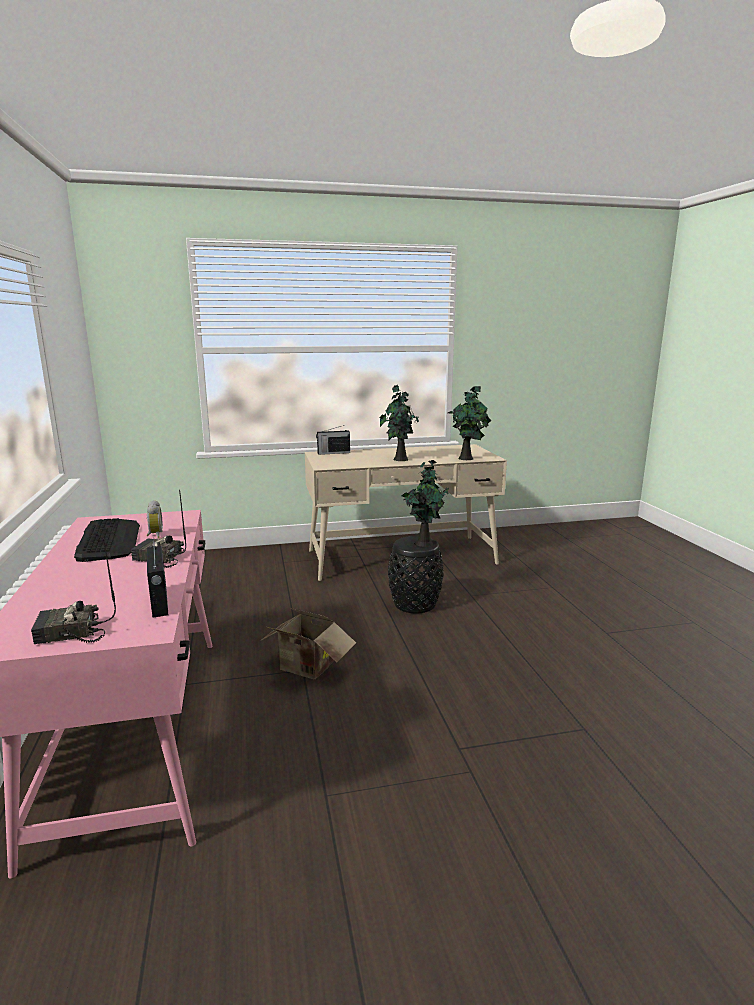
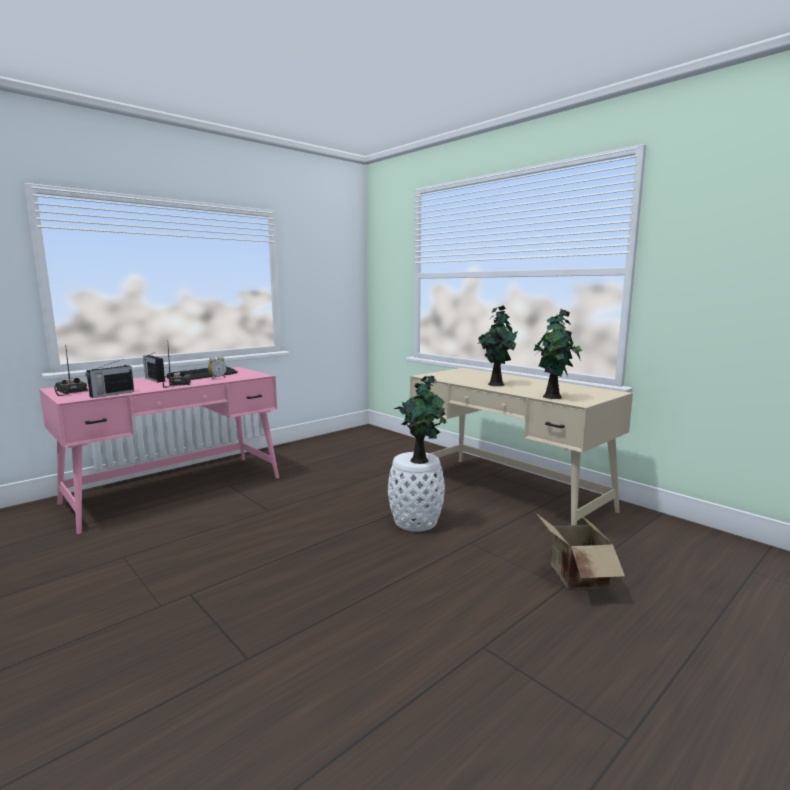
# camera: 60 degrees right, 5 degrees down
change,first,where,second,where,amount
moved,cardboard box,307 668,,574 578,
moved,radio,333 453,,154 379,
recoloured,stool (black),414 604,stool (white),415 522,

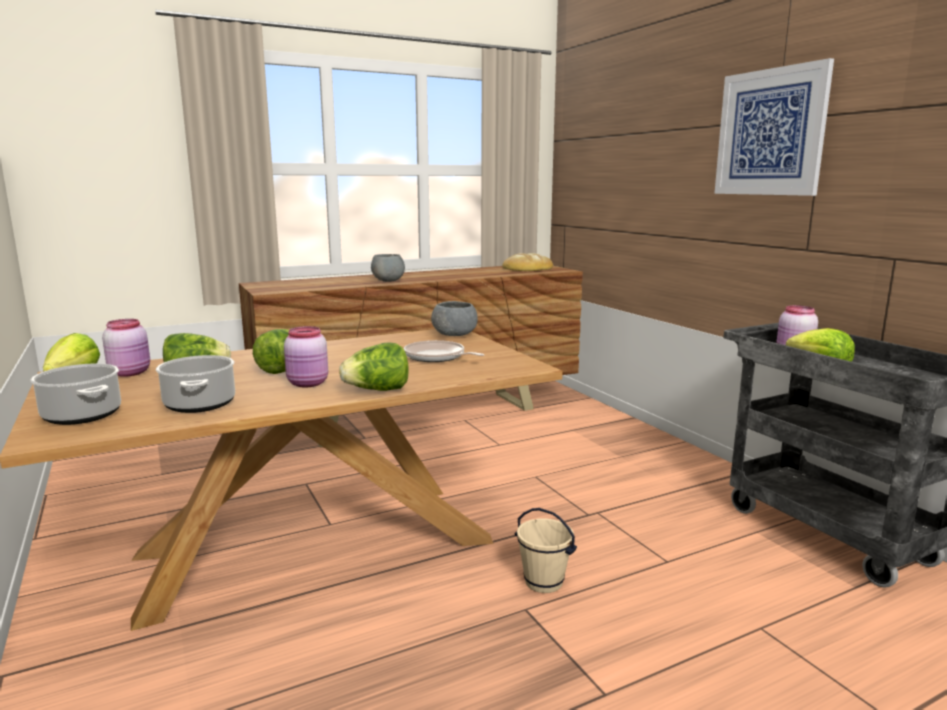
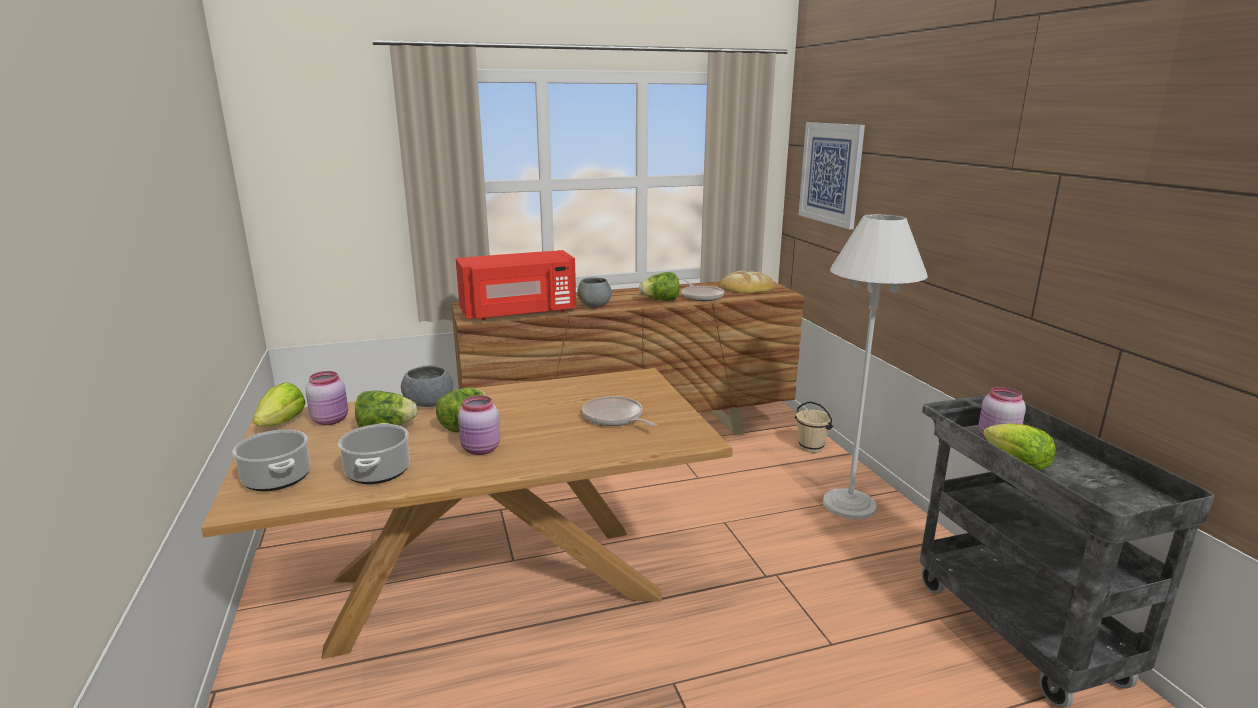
# camera: 10 degrees right, 5 degrees up
change,first,where,second,where,amount
added,,,microwave (red),519 312,
added,,,frying pan,701 296,
added,,,floor lamp (white),849 505,
moved,lettuce,377 390,,660 300,
moved,bowl (grey),454 335,,429 403,
moved,bucket (beige),544 582,,811 447,
moved,picture,770 132,,831 173,

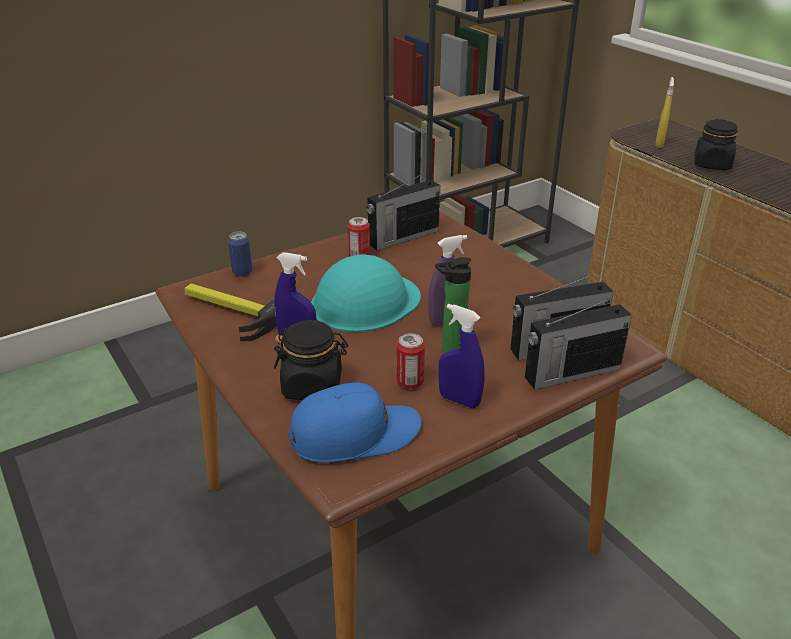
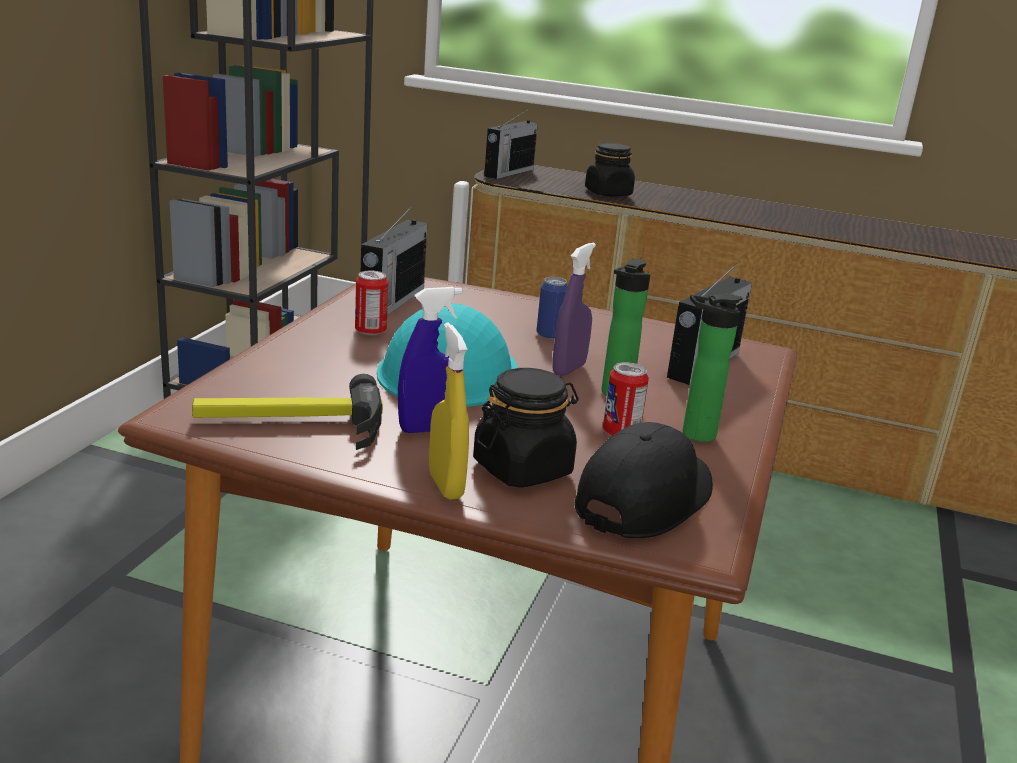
# camera: 40 degrees left, 10 degrees down
change,first,where,second,where,amount
moved,can,242 272,,549 335,
moved,radio,570 373,,508 173,
moved,spray bottle (yellow),659 144,,445 485,
replaced,spray bottle (blue),459 400,bottle,693 434,
recoloured,cap (blue),355 434,cap (black),645 498,

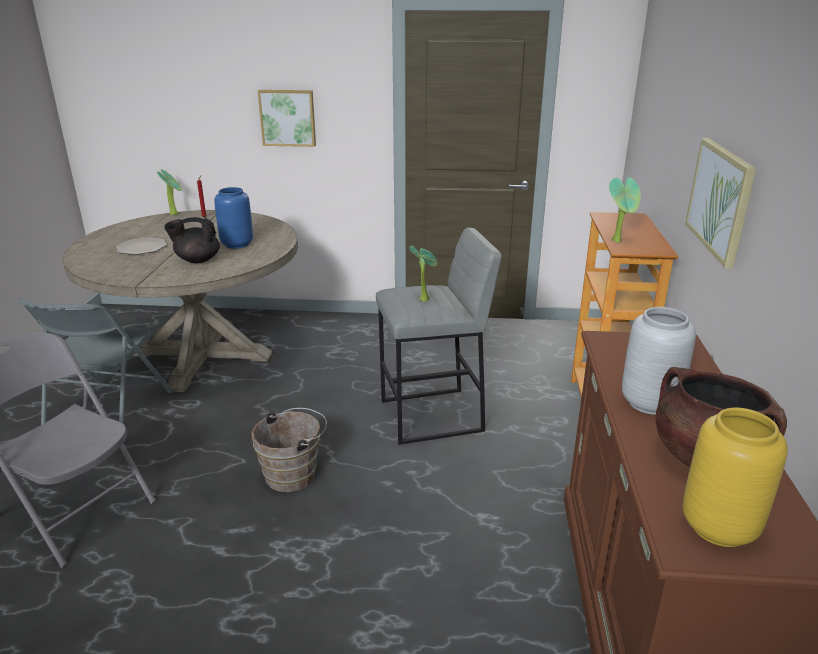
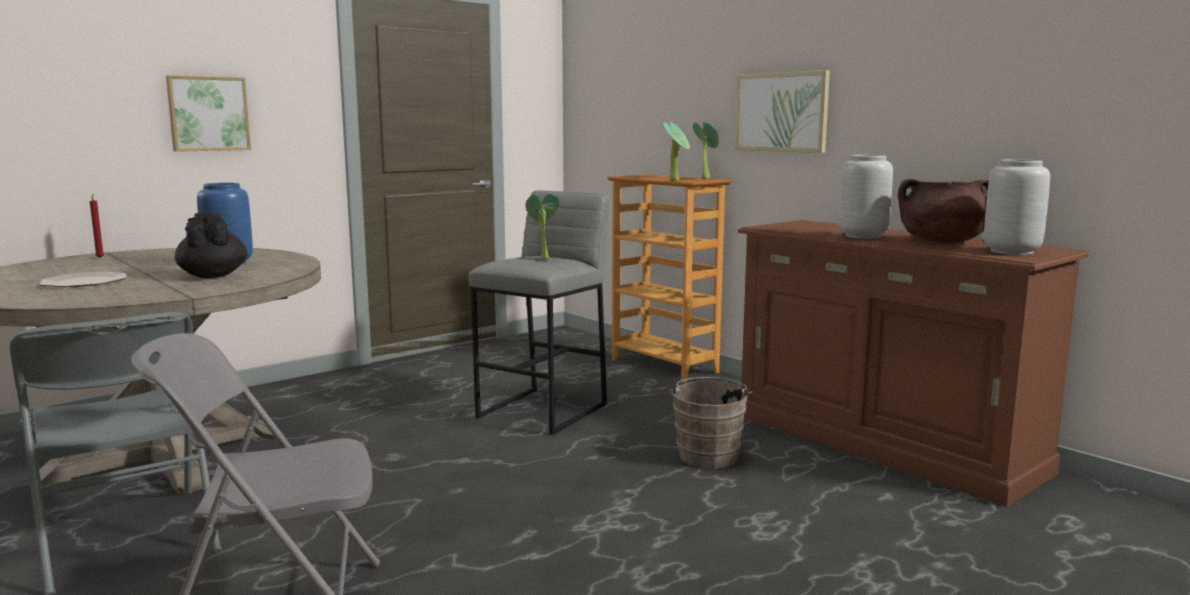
# camera: 45 degrees left, 15 degrees down
change,first,where,second,where,amount
moved,potted plant,175 214,,705 178,
moved,bucket (brown),294 474,,708 454,
recoloured,vase (yellow),719 527,vase (grey),1011 252,
turned,teapot (black),197 260,,213 276,120 degrees clockwise

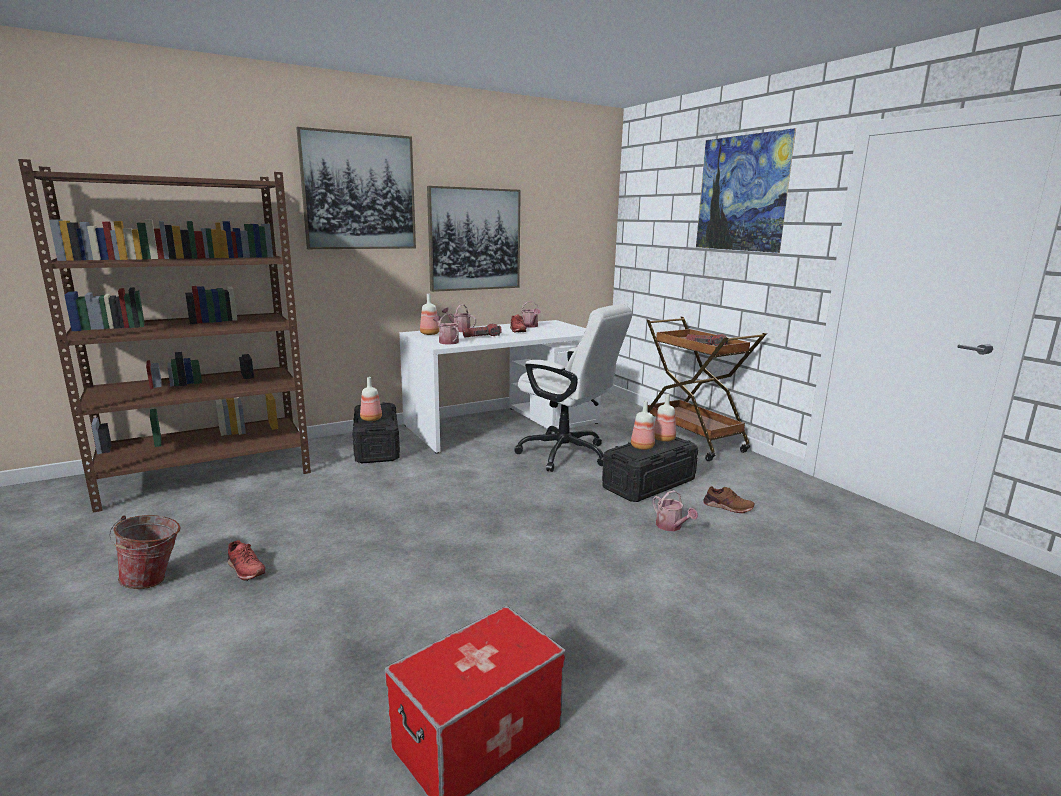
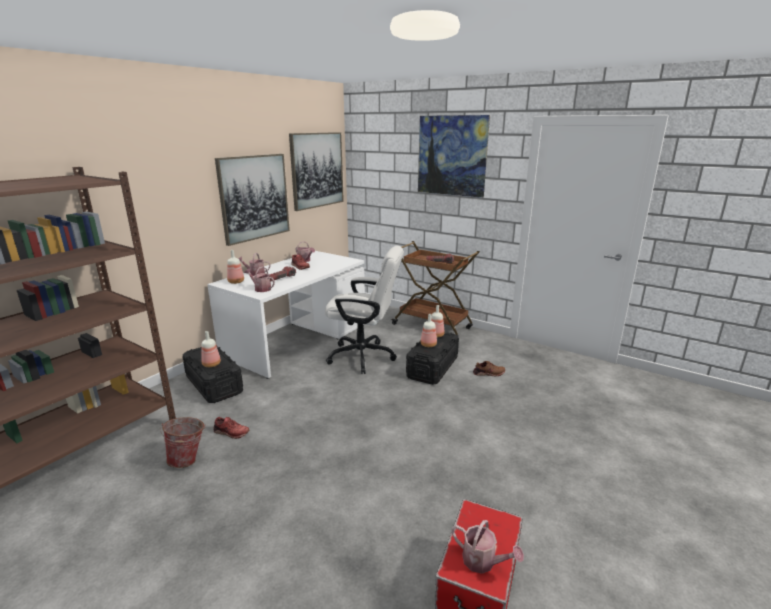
# camera: 25 degrees left, 5 degrees up
change,first,where,second,where,amount
moved,bucket,154 581,,189 459,
moved,shoe (red),245 569,,231 432,
moved,picture,359 192,,317 170,
moved,watering can,671 527,,483 561,

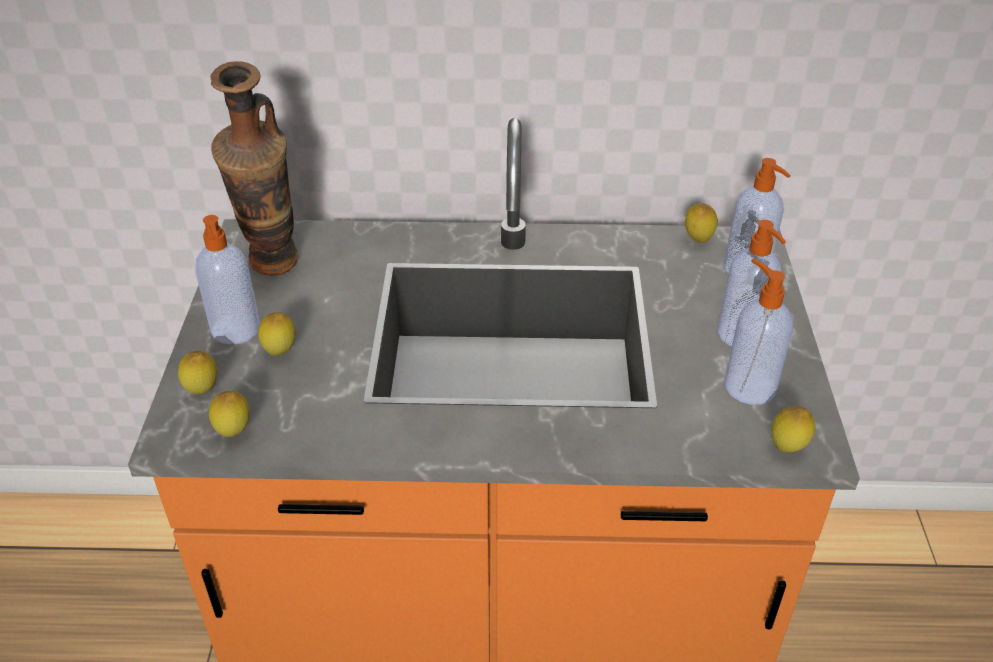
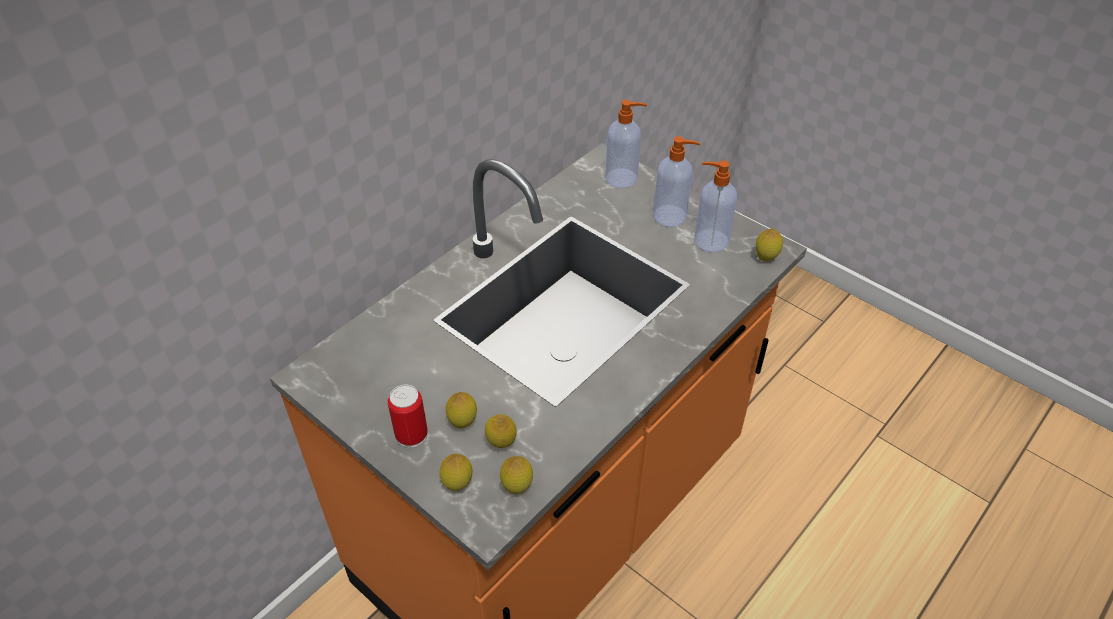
# camera: 50 degrees left, 5 degrees up
change,first,where,second,where,amount
removed,vase,274 272,,,
moved,lemon,698 240,,501 444,
replaced,soap dispenser,236 330,can,411 435,

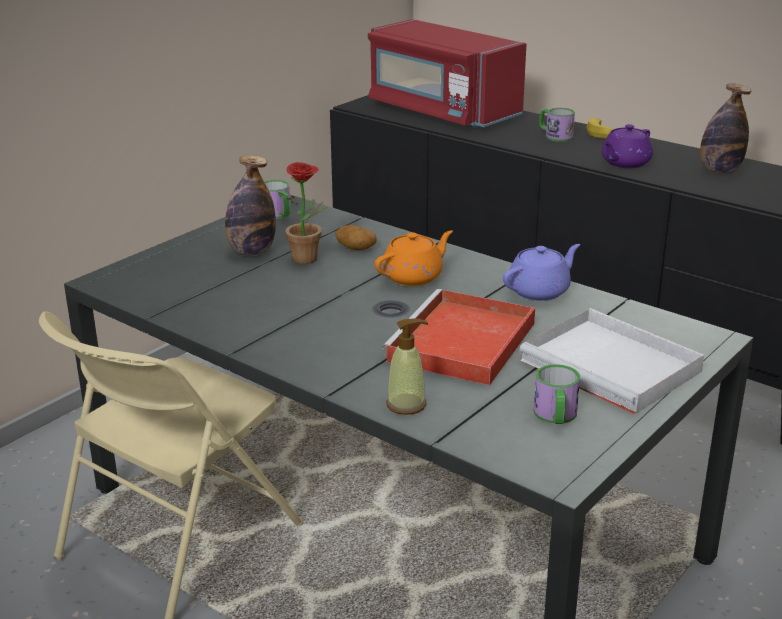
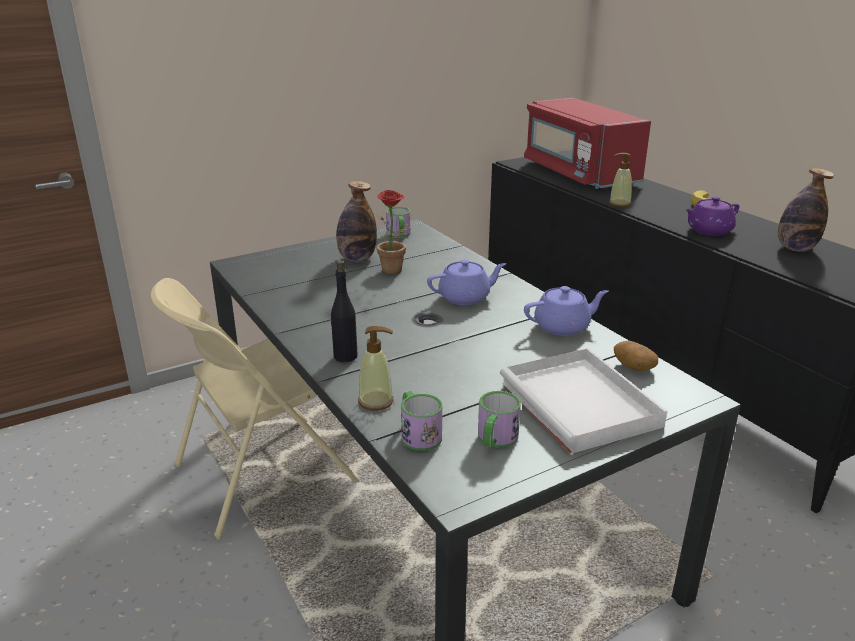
# camera: 20 degrees right, 0 degrees up
change,first,where,second,where,amount
removed,tray (red),461 344,,,
added,,,bottle (black),345 356,
added,,,soap dispenser,619 204,
moved,potato,355 248,,633 366,
moved,mug,555 136,,418 434,
recoloured,teapot (orange),414 277,teapot (purple),465 297,

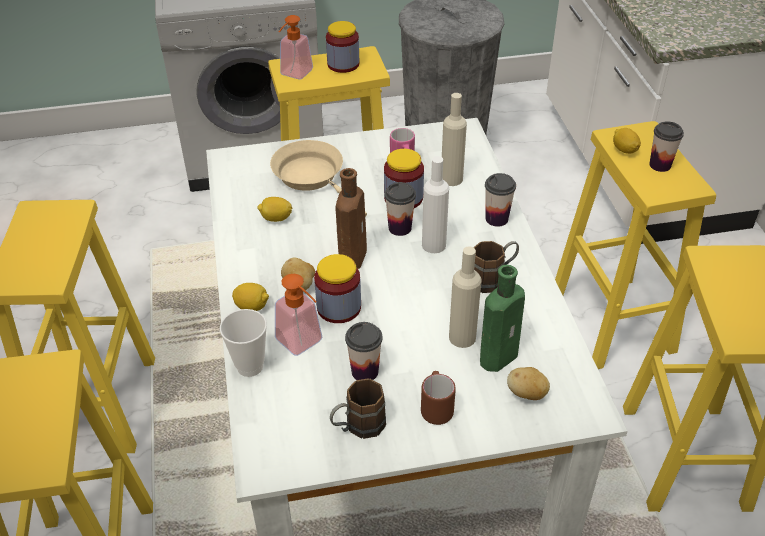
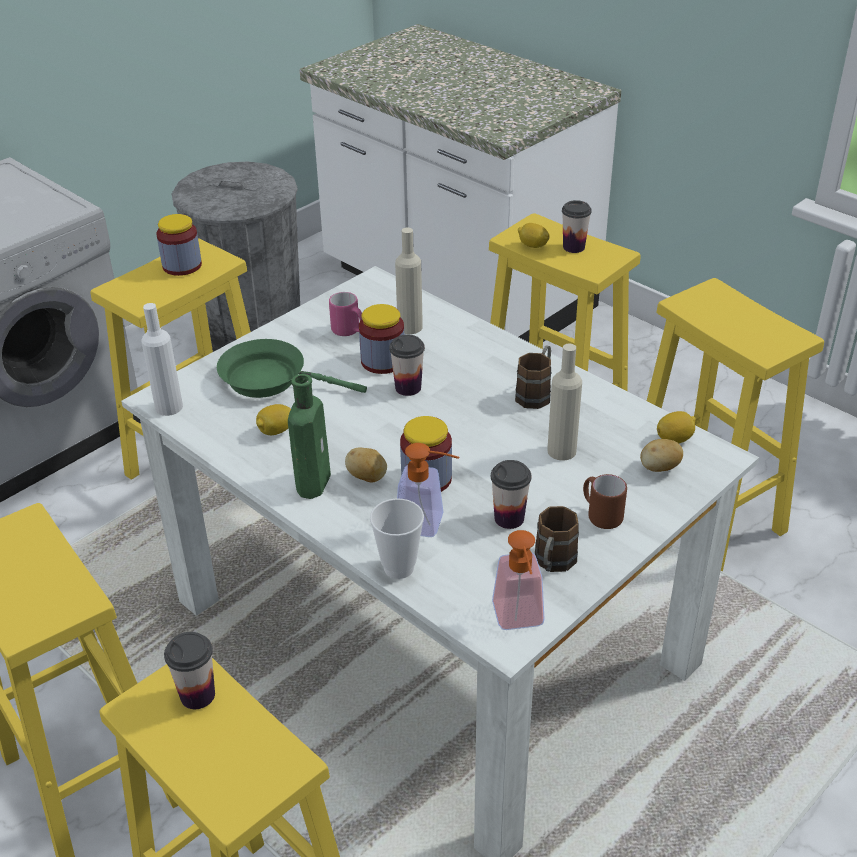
# camera: 35 degrees left, 5 degrees down
change,first,where,second,where,amount
removed,bottle (brown),353 256,,,
moved,lemon,252 306,,674 439,
moved,soap dispenser,293 75,,520 621,
moved,bottle (white),433 245,,169 407,
moved,bottle (green),500 355,,314 481,
moved,cup,496 219,,197 695,
recoloured,frying pan (beige),312 177,frying pan (green),271 379,

